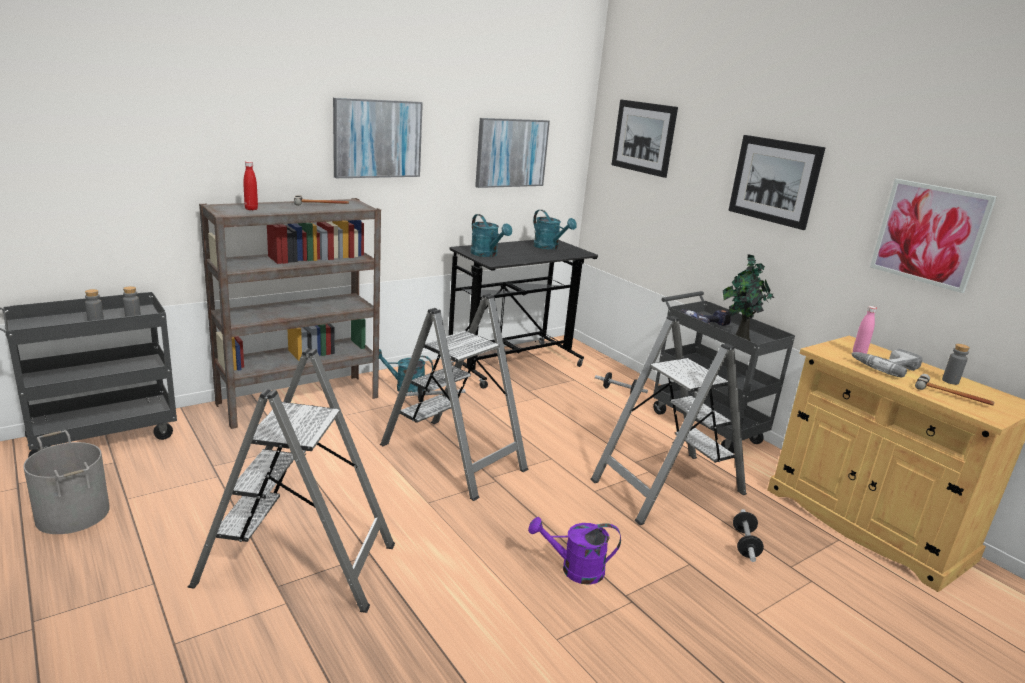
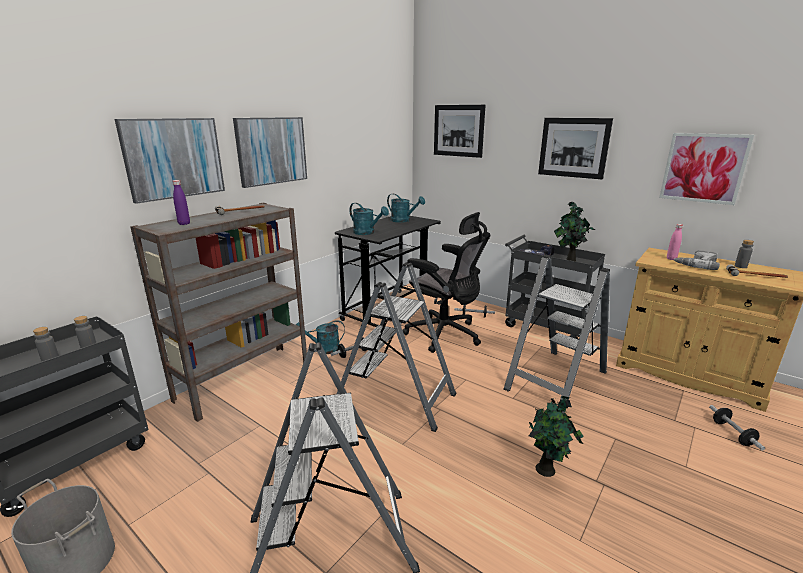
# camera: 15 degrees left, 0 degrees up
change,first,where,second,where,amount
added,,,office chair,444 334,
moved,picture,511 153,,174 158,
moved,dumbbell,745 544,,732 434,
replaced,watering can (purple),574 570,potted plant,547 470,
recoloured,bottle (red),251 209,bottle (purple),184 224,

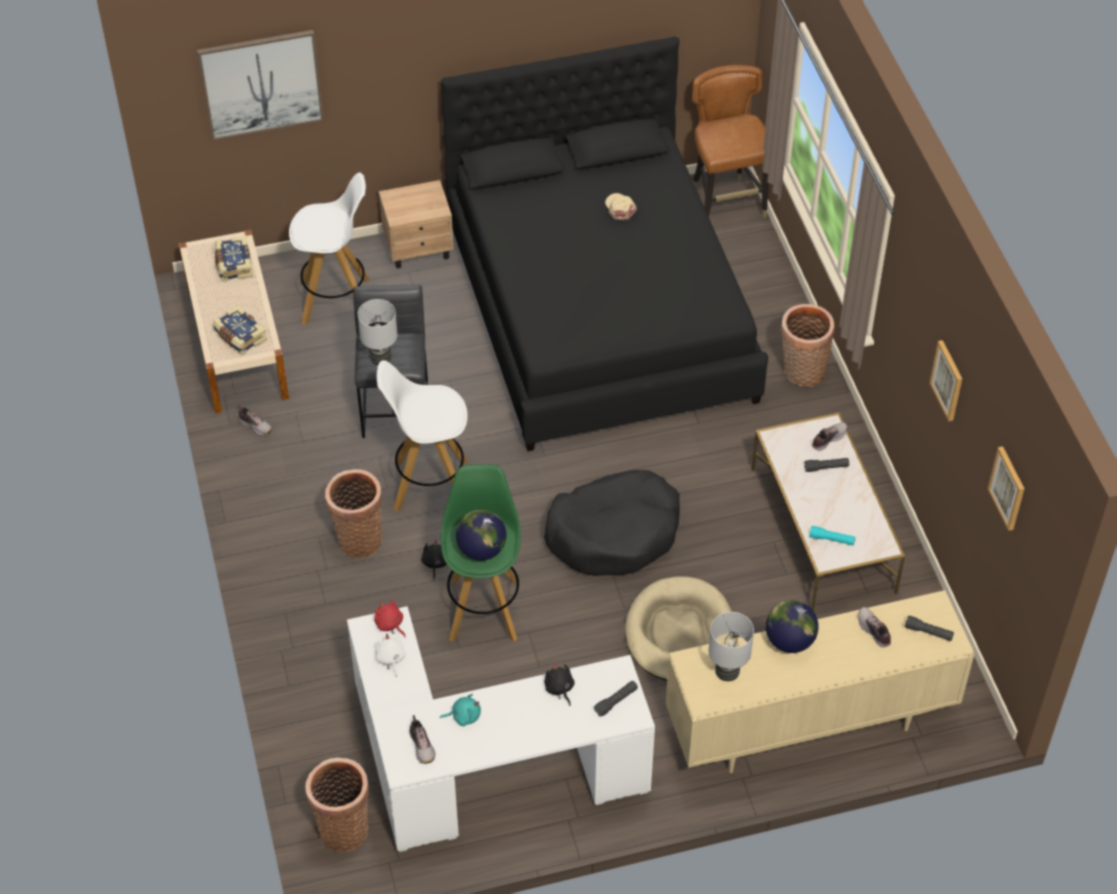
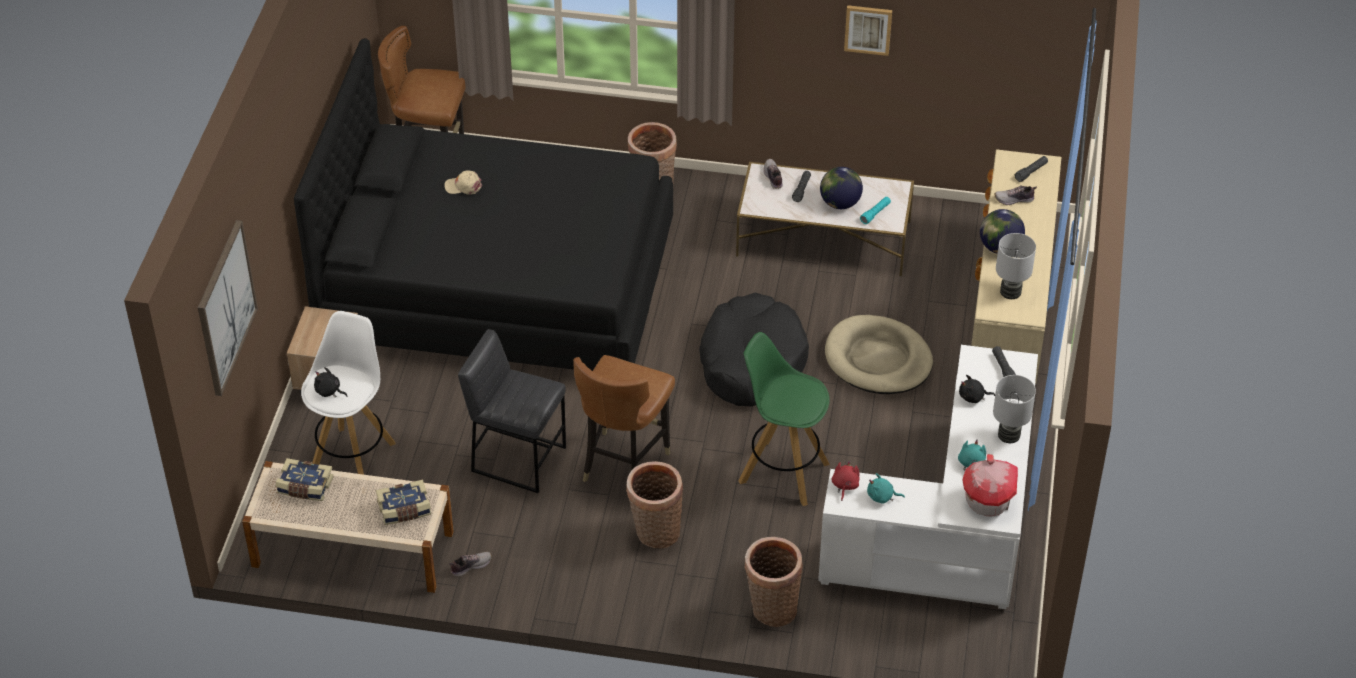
# camera: 65 degrees left, 5 degrees down
change,first,where,second,where,amount
removed,picture,1008 488,,,
moved,basket,343 827,,771 609,
moved,table lamp (grey),380 357,,1008 435,
moved,plush toy (black),434 563,,329 391,
moved,globe,482 549,,840 203,
replaced,stool (white),429 485,chair (brown),623 464,
replaced,shoe,422 746,toy house,988 500,
recoloured,plush toy (white),390 659,plush toy (turquoise),882 497,
turned,plush toy (red),390 624,,844 486,120 degrees clockwise

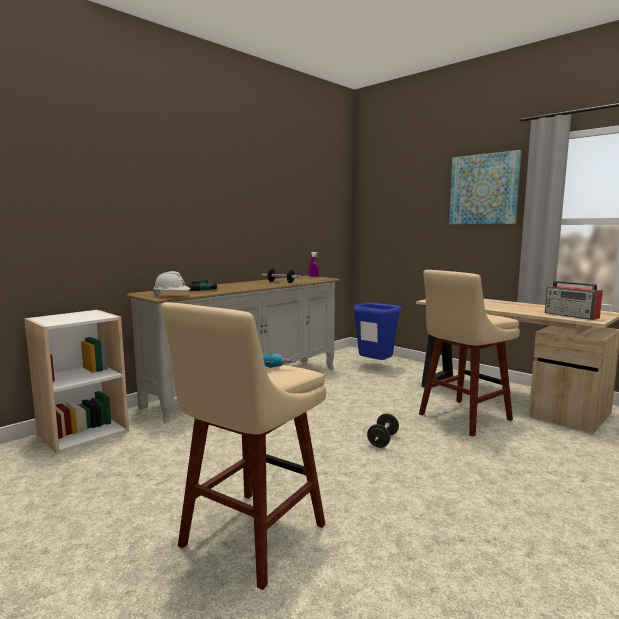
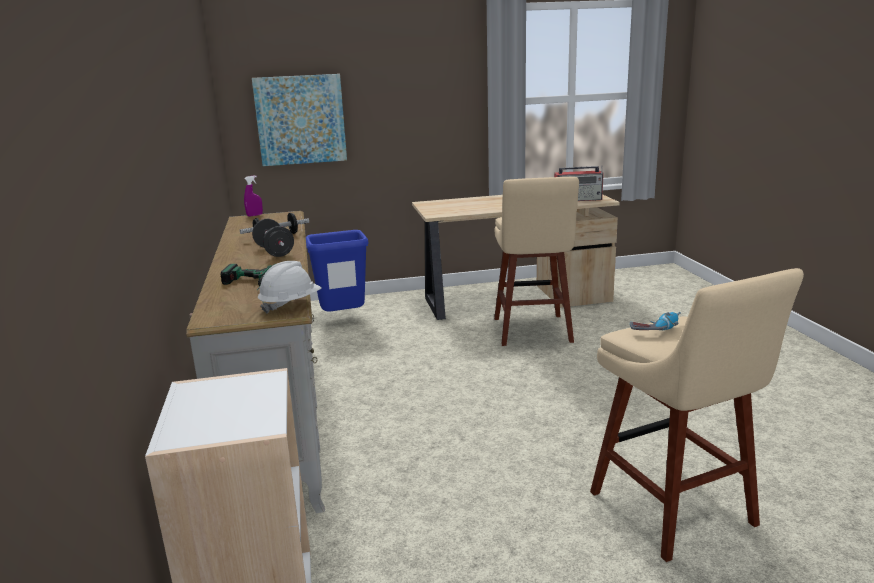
# camera: 55 degrees left, 10 degrees up
change,first,where,second,where,amount
moved,dumbbell (black),383 440,,274 251,
moved,picture,484 189,,300 120,

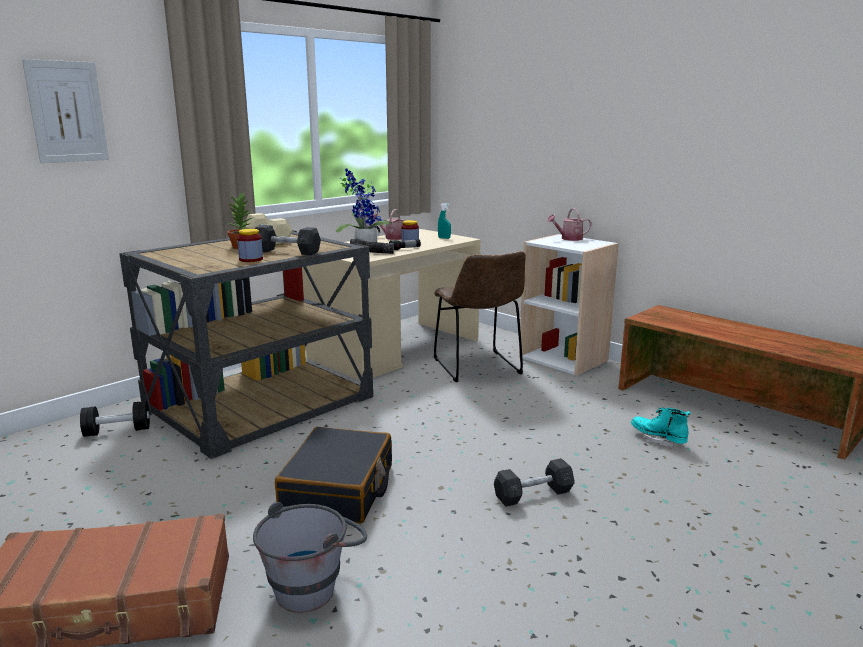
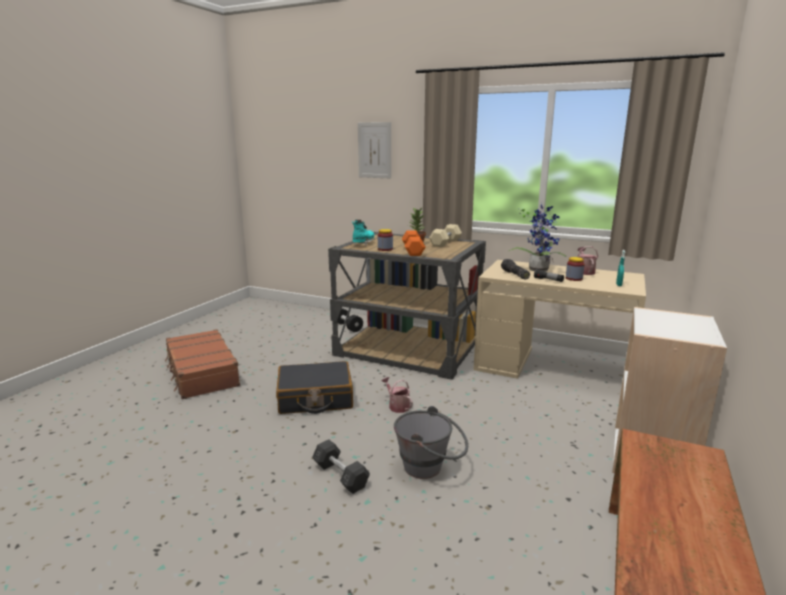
# camera: 70 degrees right, 0 degrees up
change,first,where,second,where,amount
removed,chair (brown),478 368,,,
moved,bucket (grey),314 585,,430 468,
moved,watering can,568 239,,397 406,
moved,boot (turquoise),658 439,,363 243,
recoloured,dumbbell (grey),287 252,dumbbell (orange),413 251,

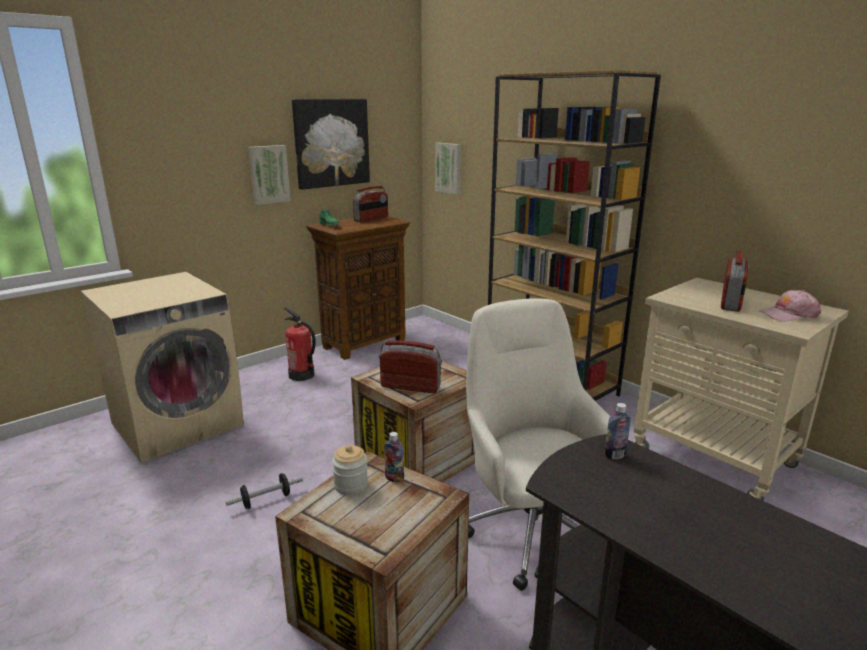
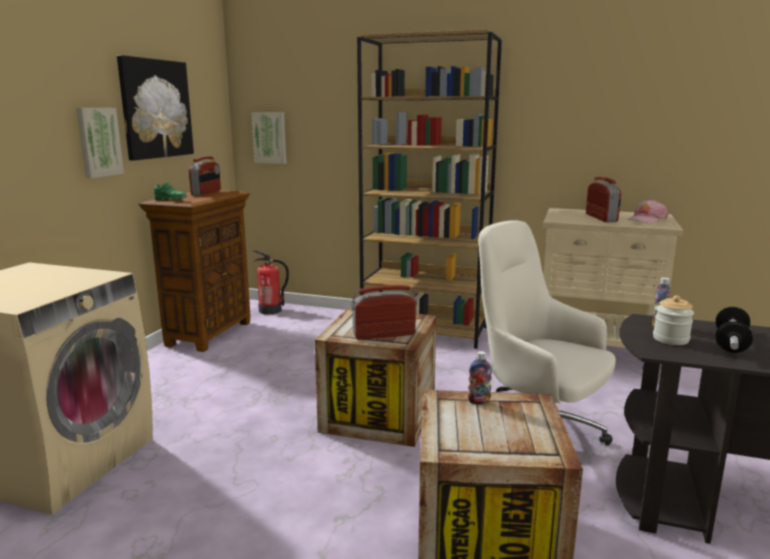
# camera: 30 degrees left, 5 degrees down
change,first,where,second,where,amount
moved,dumbbell,266 500,,730 343,
moved,fire extinguisher,302 375,,270 310,
moved,jar,351 485,,670 339,

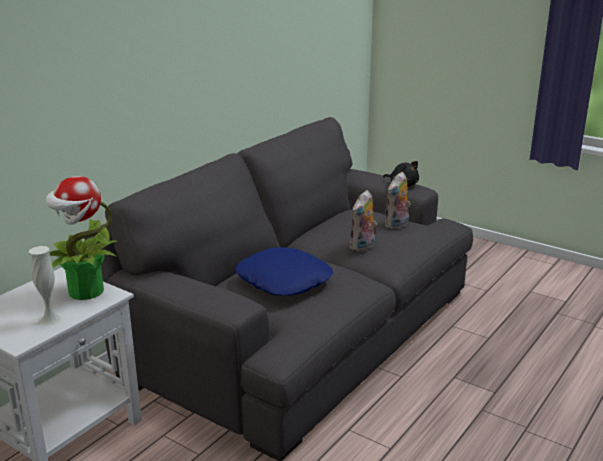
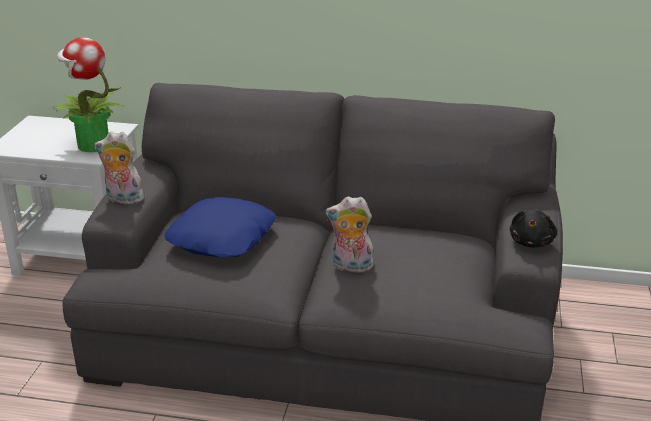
# camera: 65 degrees right, 5 degrees up
change,first,where,second,where,amount
removed,vase (white),50 320,,,
moved,plush toy,397 226,,122 199,

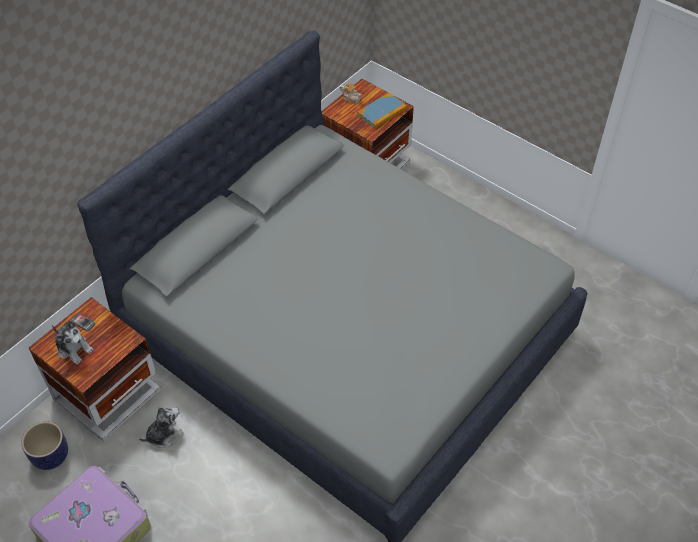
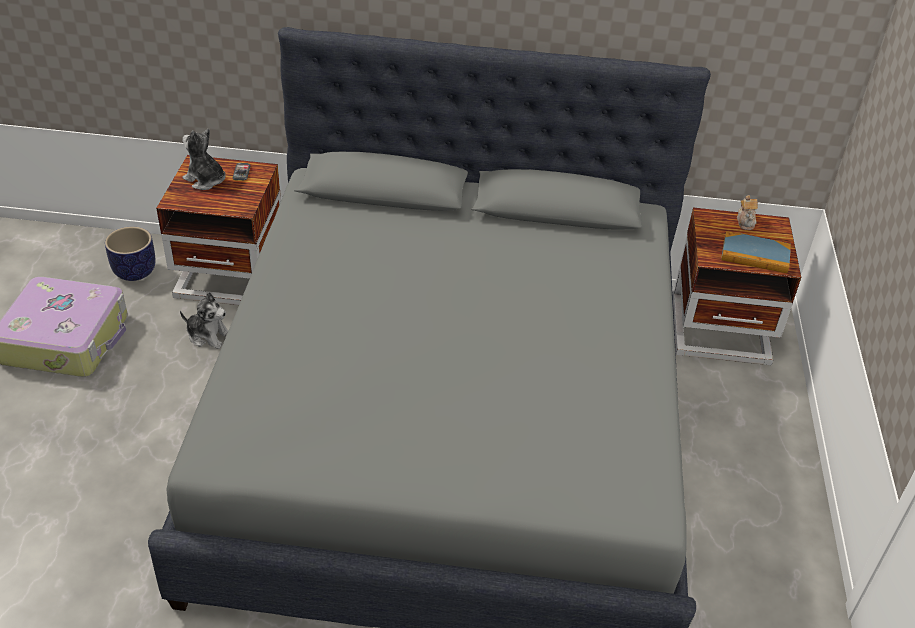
# camera: 55 degrees right, 10 degrees down
change,first,where,second,where,amount
turned,plush toy,74 348,,205 180,120 degrees clockwise

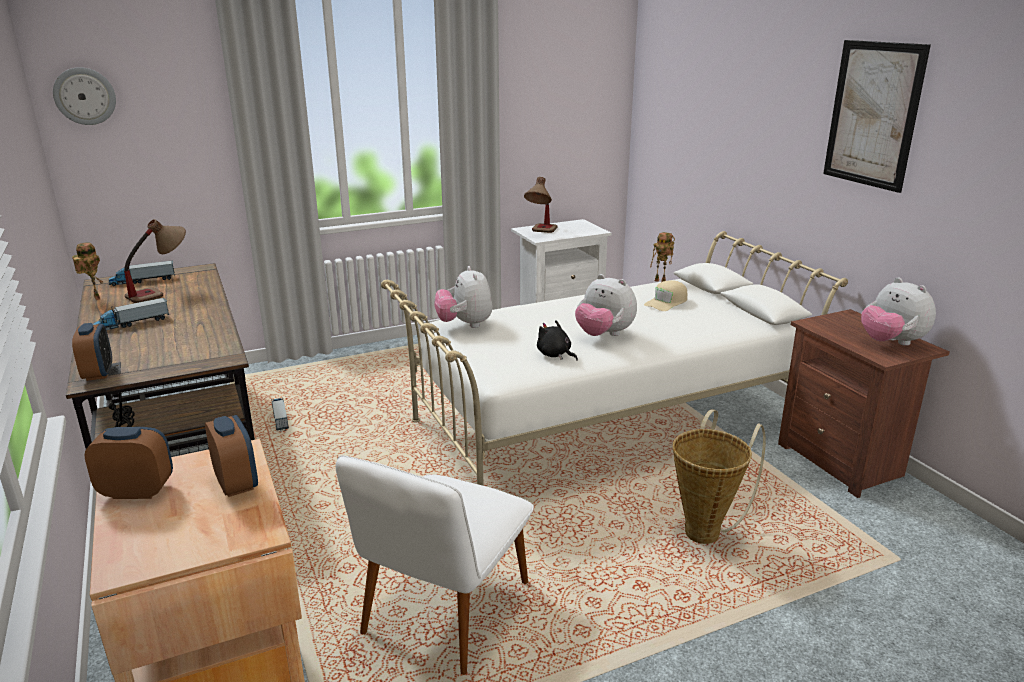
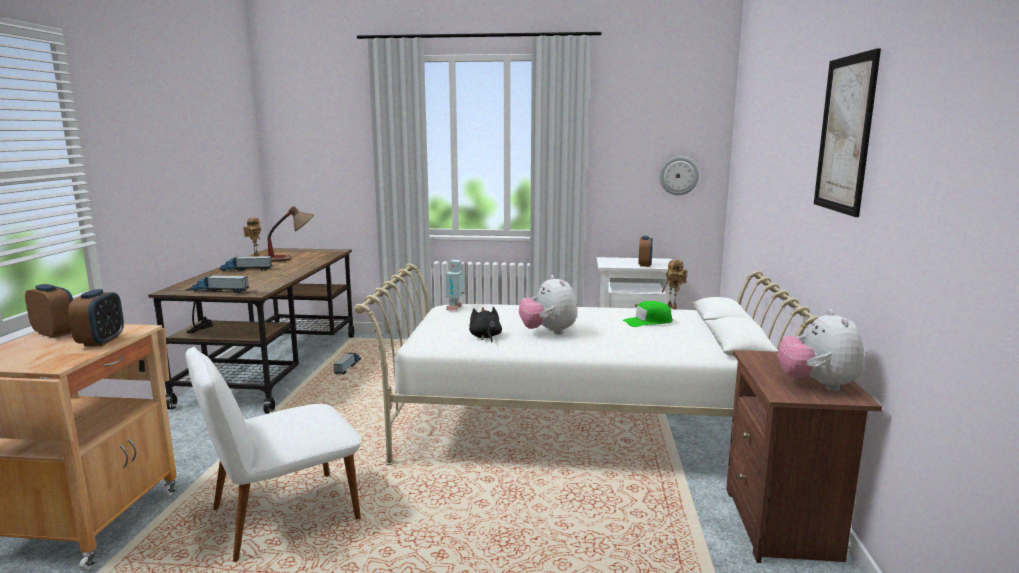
# camera: 30 degrees right, 10 degrees down
change,first,where,second,where,amount
removed,table lamp,541 233,,,
removed,basket,706 530,,,
moved,wall clock,85 96,,679 175,
moved,alarm clock,98 373,,645 265,
moved,toy truck,143 281,,220 291,
replaced,plush toy,465 325,toy robot,455 308,
recoloured,cap (beige),666 302,cap (green),647 322,

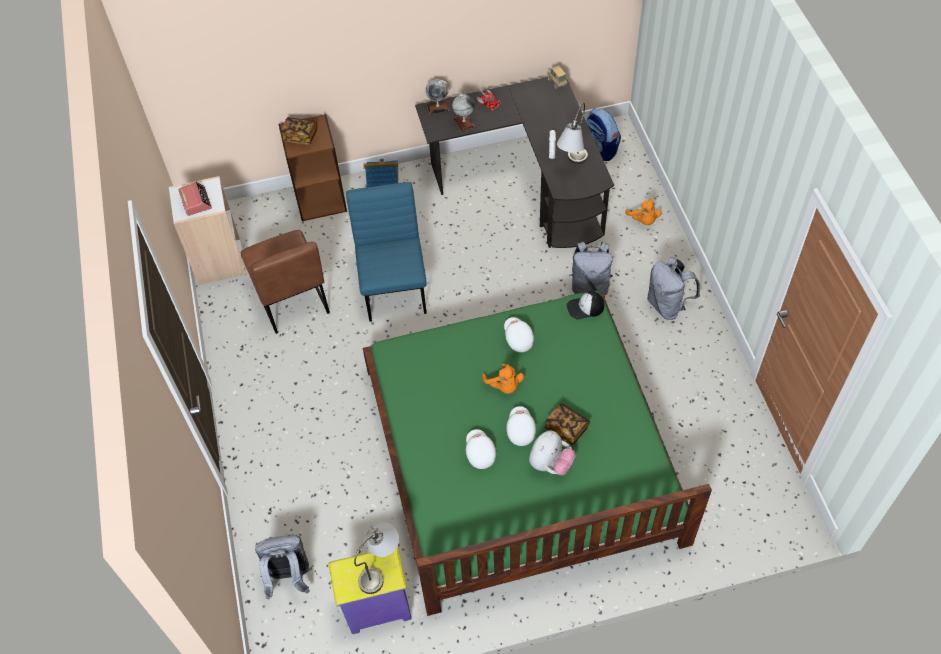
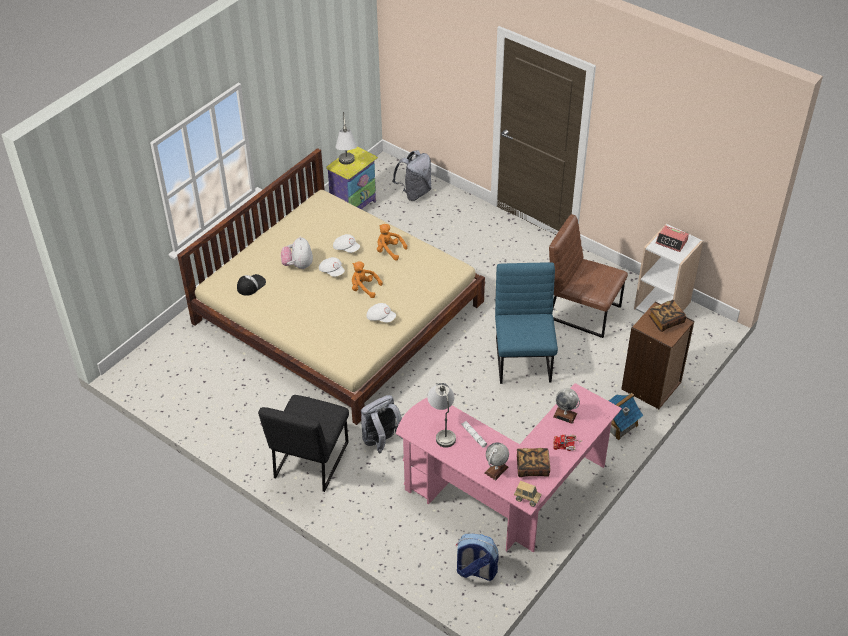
# camera: 140 degrees right, 10 degrees down
change,first,where,second,where,amount
moved,globe,438 107,,496 470,
moved,book,566 428,,532 468,
moved,cap,585 307,,251 285,
moved,plush toy (orange),643 220,,389 250,
replaced,backpack (grey),667 305,chair (black),310 461,
recoloured,bed (green),521 453,bed (beige),338 312,
recoloured,desk (black),526 184,desk (pink),507 496,
turned,chair (blue),394 287,,523 358,135 degrees counterclockwise

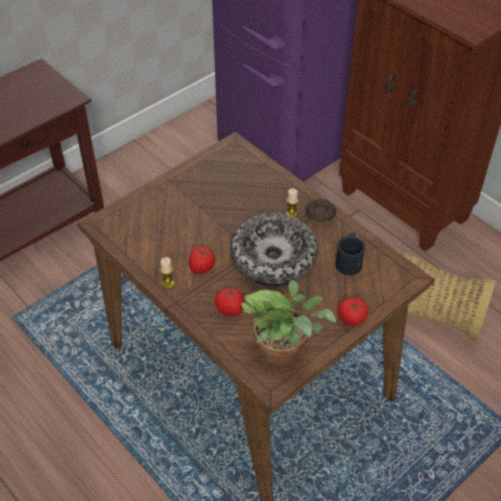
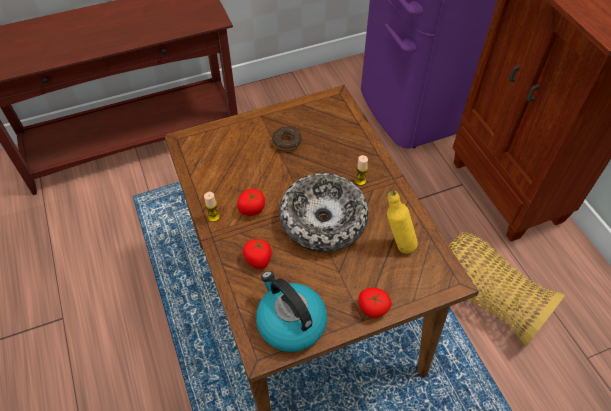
# camera: 20 degrees right, 5 degrees up
change,first,where,second,where,amount
moved,donut,320 215,,287 142,
replaced,potted plant,285 352,kettle,290 322,
replaced,mug (black),349 260,bottle (yellow),397 244,

